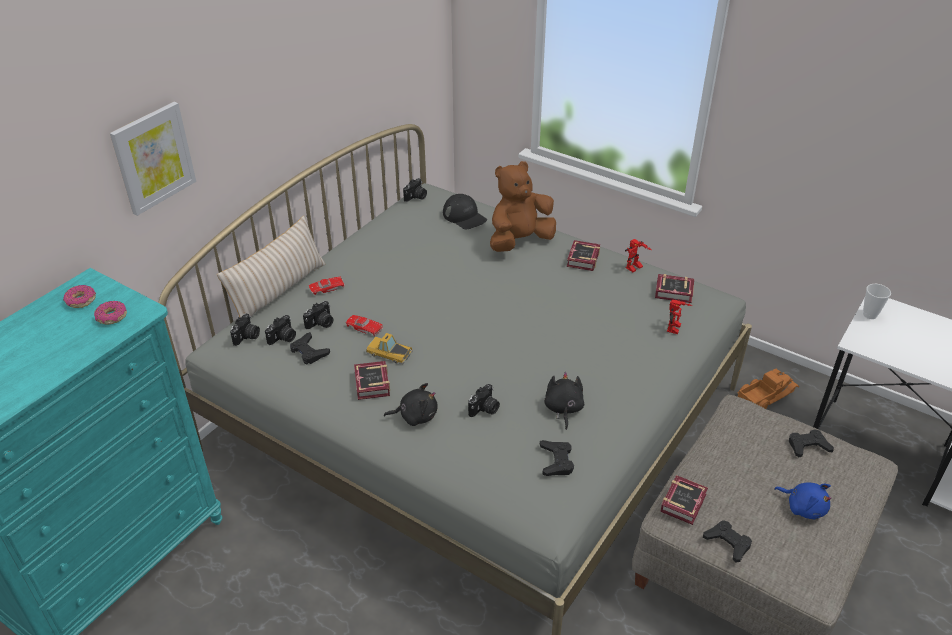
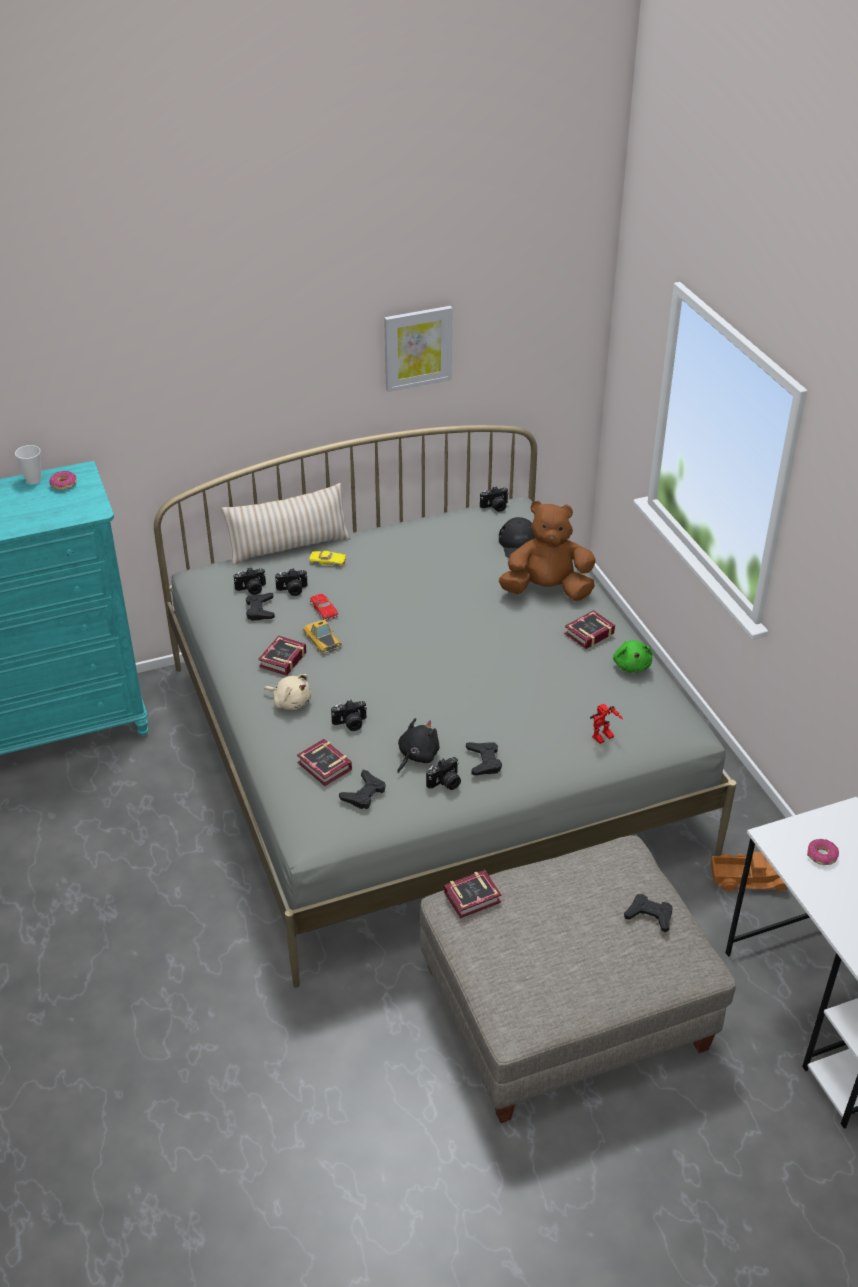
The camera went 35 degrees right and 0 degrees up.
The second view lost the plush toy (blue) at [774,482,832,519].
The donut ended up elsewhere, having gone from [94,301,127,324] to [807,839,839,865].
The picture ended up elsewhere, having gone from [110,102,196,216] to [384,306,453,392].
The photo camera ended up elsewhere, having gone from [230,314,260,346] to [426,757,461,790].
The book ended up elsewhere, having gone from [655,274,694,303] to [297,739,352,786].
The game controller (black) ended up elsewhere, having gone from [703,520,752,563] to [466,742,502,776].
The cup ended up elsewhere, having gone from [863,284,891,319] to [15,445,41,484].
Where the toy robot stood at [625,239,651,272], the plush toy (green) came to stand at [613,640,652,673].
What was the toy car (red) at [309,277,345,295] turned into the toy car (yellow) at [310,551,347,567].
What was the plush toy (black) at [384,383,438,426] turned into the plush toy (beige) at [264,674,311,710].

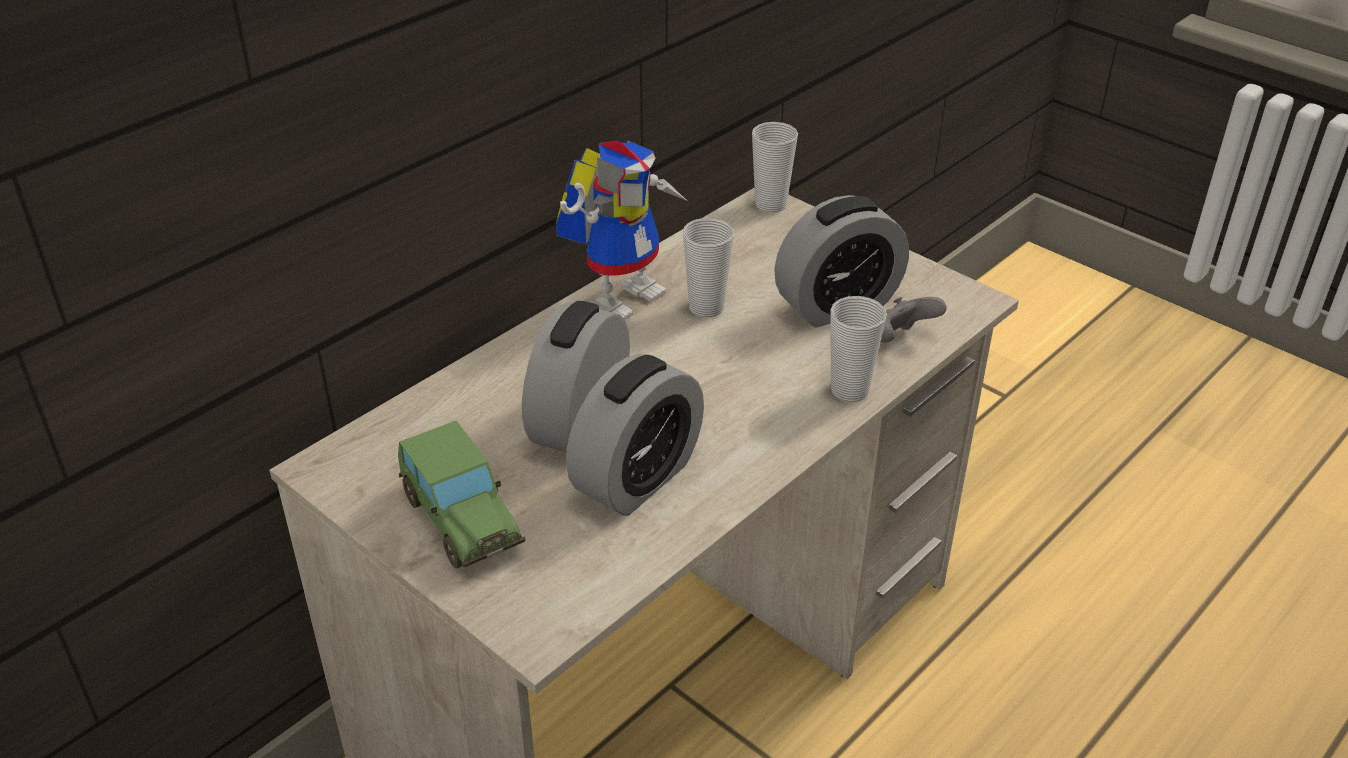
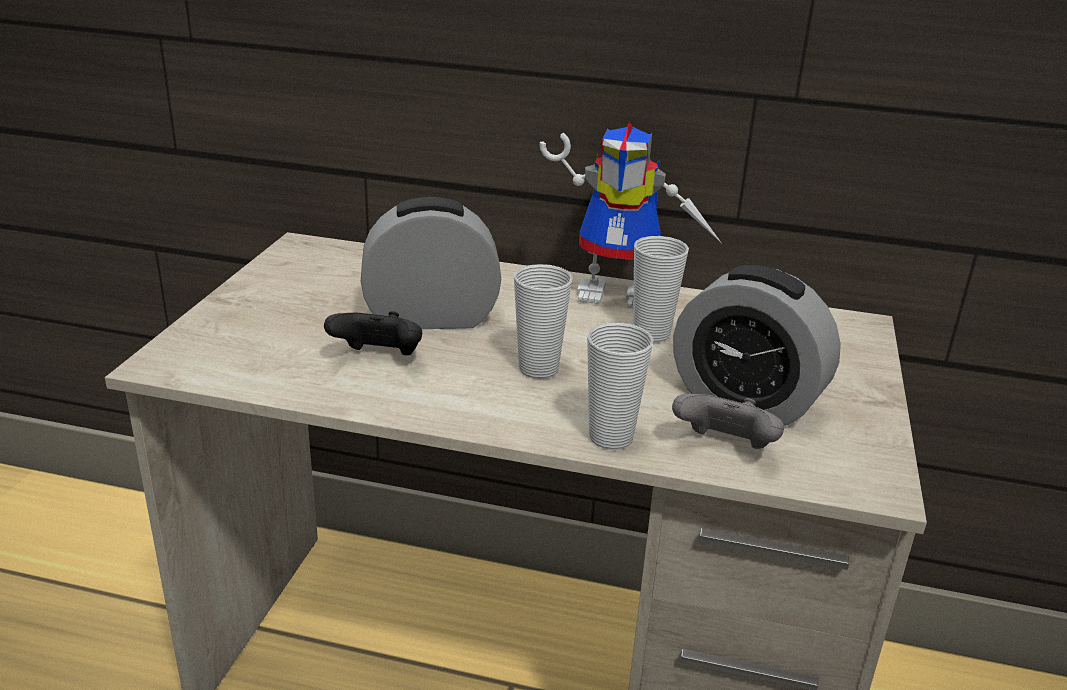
The camera went 60 degrees right and 10 degrees down.
The second view lost the toy car at [398,421,525,569].
The cup ended up elsewhere, having gone from [752,122,798,213] to [514,264,573,379].
Where the alarm clock stood at [566,354,704,516], the game controller (black) came to stand at [324,311,422,355].

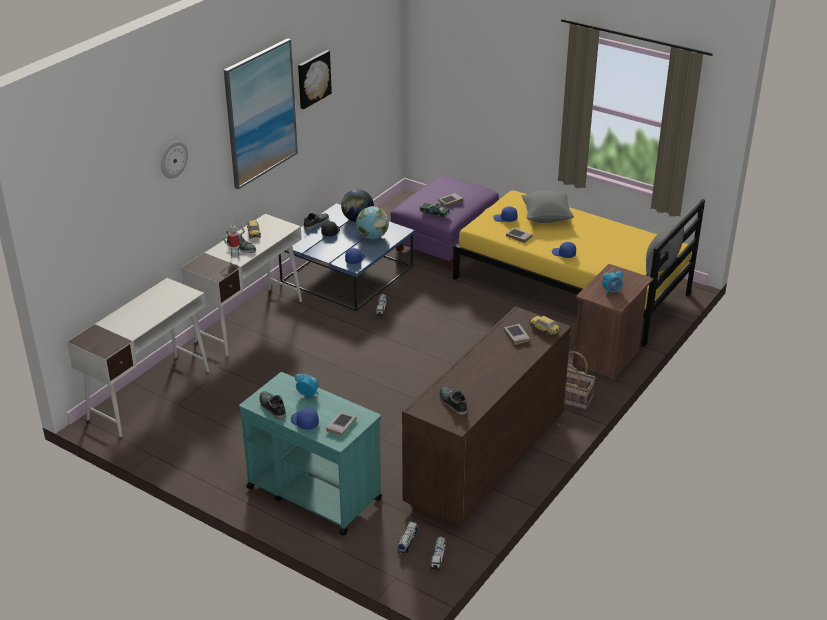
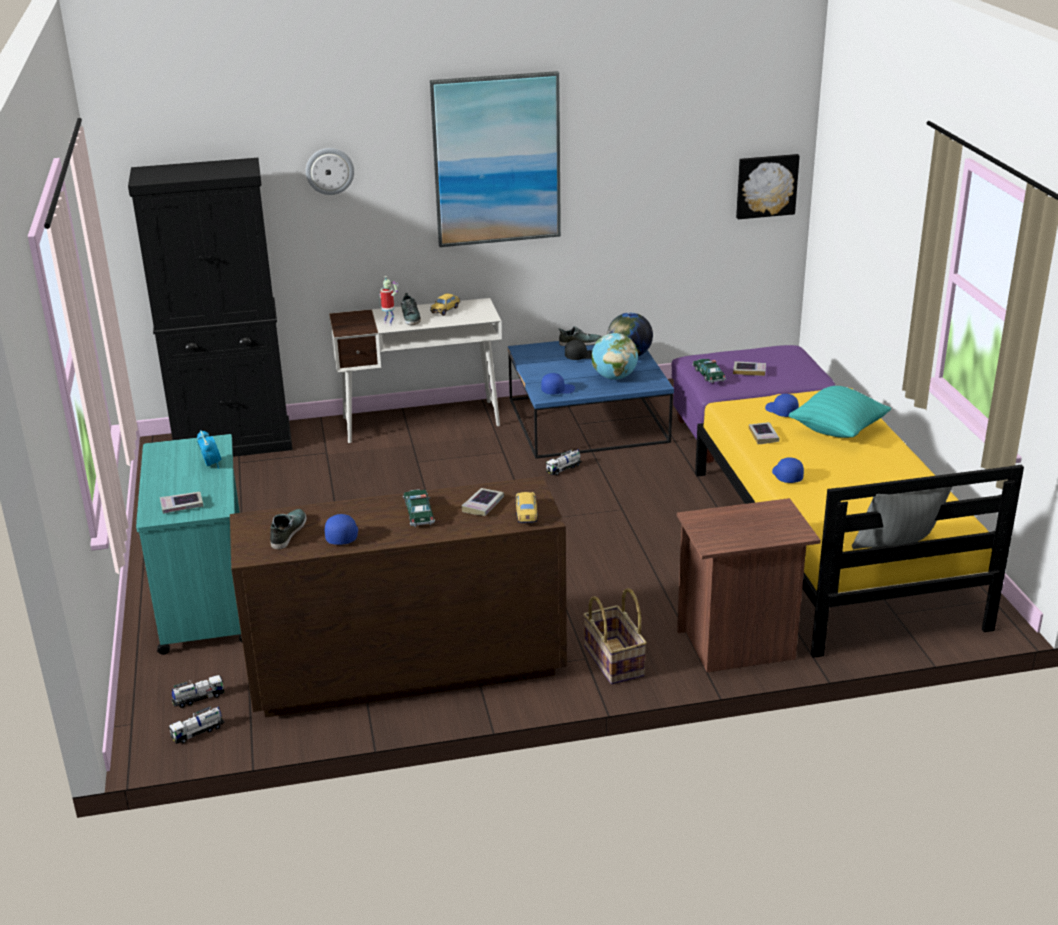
The camera went 45 degrees right and 5 degrees down.
The second view lost the shoe at [259,391,286,419].
The second view lost the alarm clock at [602,269,623,294].
The second view gained the toy car at [403,490,435,527].
The cap (blue) ended up elsewhere, having gone from [291,408,319,430] to [325,514,358,545].
The picture ended up elsewhere, having gone from [298,50,332,109] to [736,154,800,219].
Where the desk (white) stood at [67,278,209,437], the cabinet (black) came to stand at [128,158,293,457].
What was the pillow (grey) at [522,190,574,223] turned into the pillow (turquoise) at [789,386,891,438].

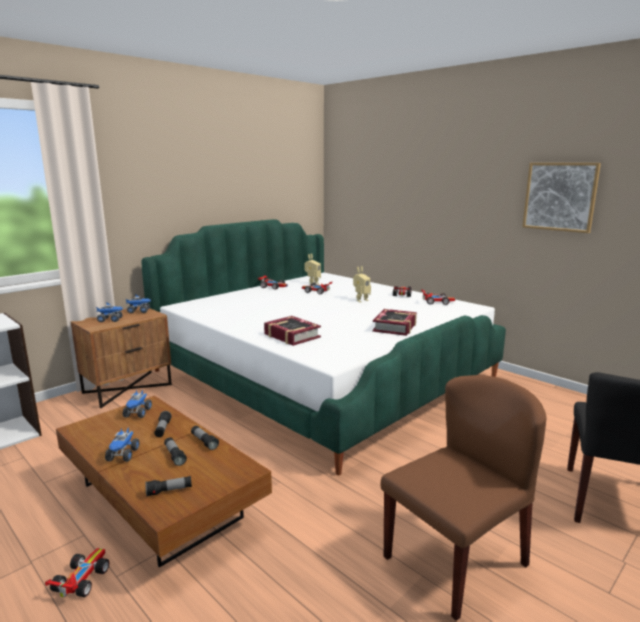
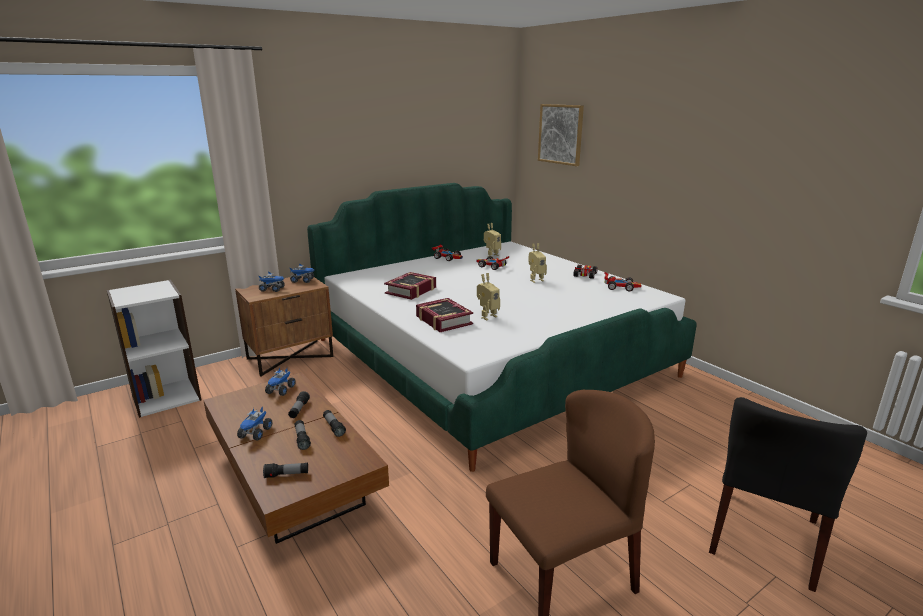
The camera went 10 degrees right and 5 degrees up.
The second view lost the toy car at [45,548,109,597].
The second view gained the toy robot at [477,273,500,320].
The book ended up elsewhere, having gone from [372,309,417,336] to [384,272,436,300].
The picture ended up elsewhere, having gone from [522,163,601,233] to [538,104,584,166].

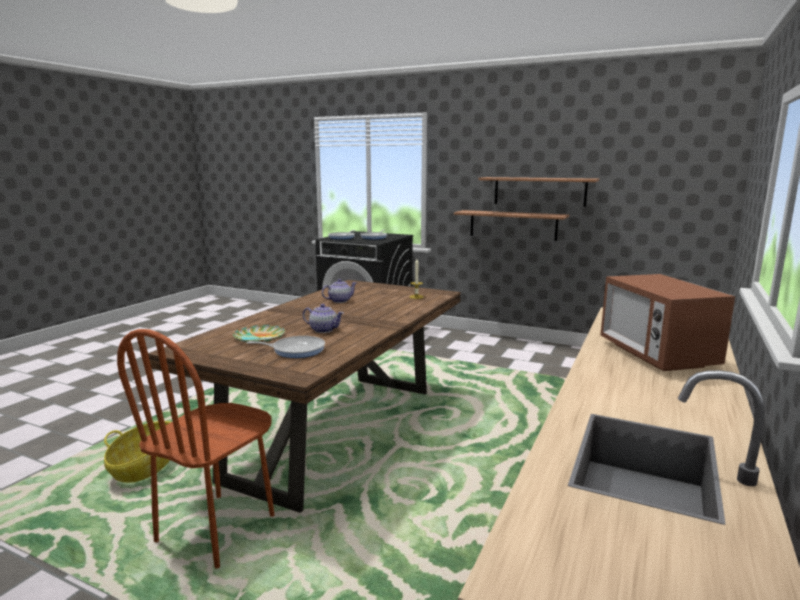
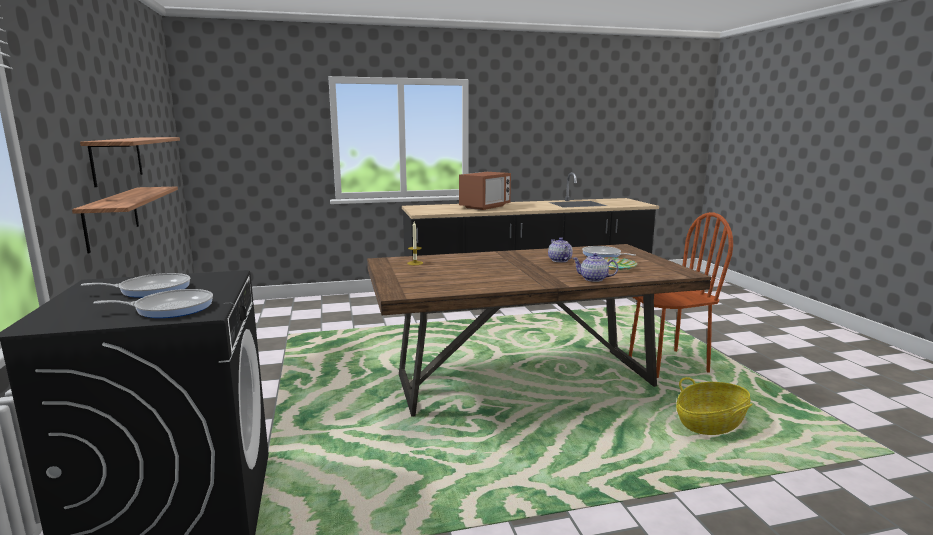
The camera went 130 degrees left and 0 degrees up.
The teapot ended up elsewhere, having gone from [322,279,357,303] to [572,253,618,282].

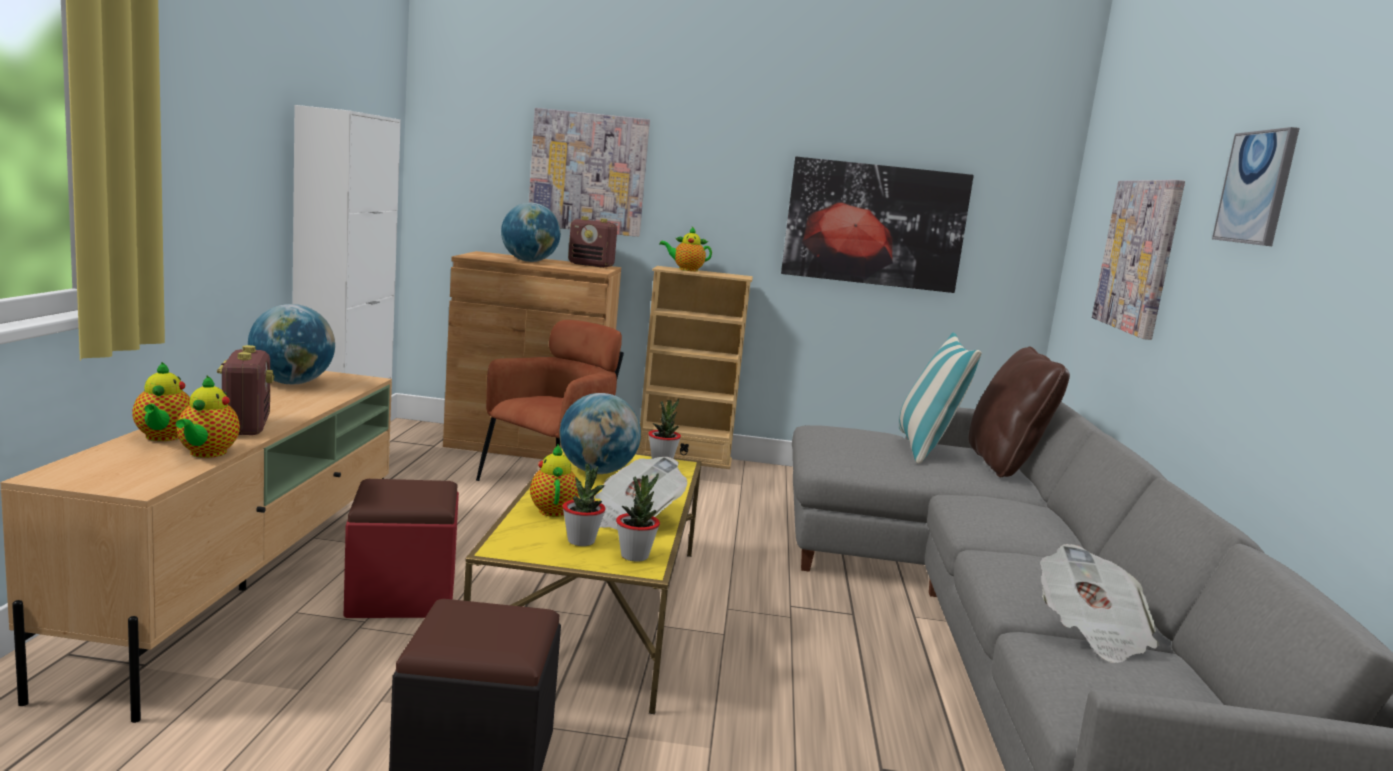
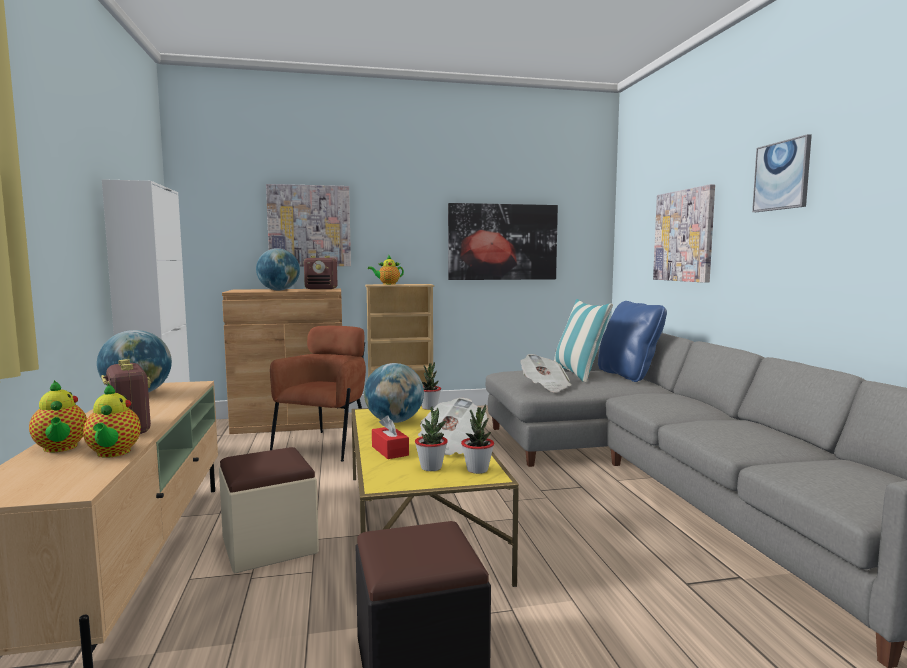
The camera went 15 degrees left and 5 degrees down.
The newspaper ended up elsewhere, having gone from [1040,544,1160,663] to [520,354,571,393].
Where the teapot stood at [530,443,579,517], the tissue box (red) came to stand at [372,415,409,459].
What was the ottoman (red) at [344,479,459,618] turned into the ottoman (beige) at [219,447,319,573].
What was the pillow (brown) at [968,347,1070,477] turned into the pillow (blue) at [598,301,667,382].

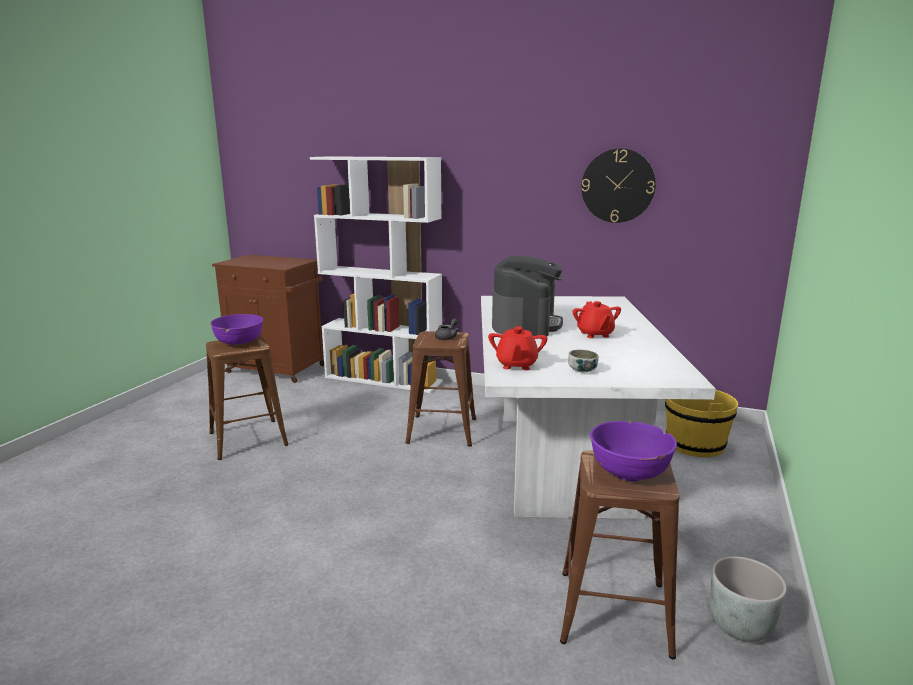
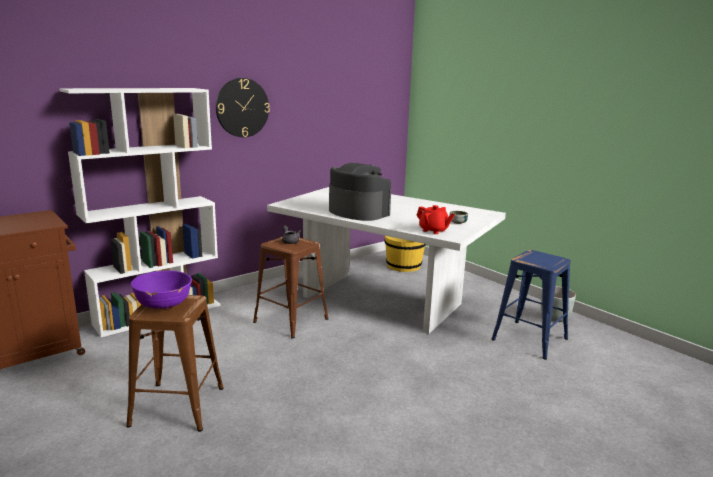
The camera went 60 degrees left and 0 degrees up.
The second view lost the teapot (red) at [573,301,621,338].
The second view lost the bowl (purple) at [590,421,677,482].
The wall clock ended up elsewhere, having gone from [581,148,656,223] to [216,78,270,137].
What was the stool (brown) at [560,450,680,659] turned into the stool (blue) at [491,250,571,360].

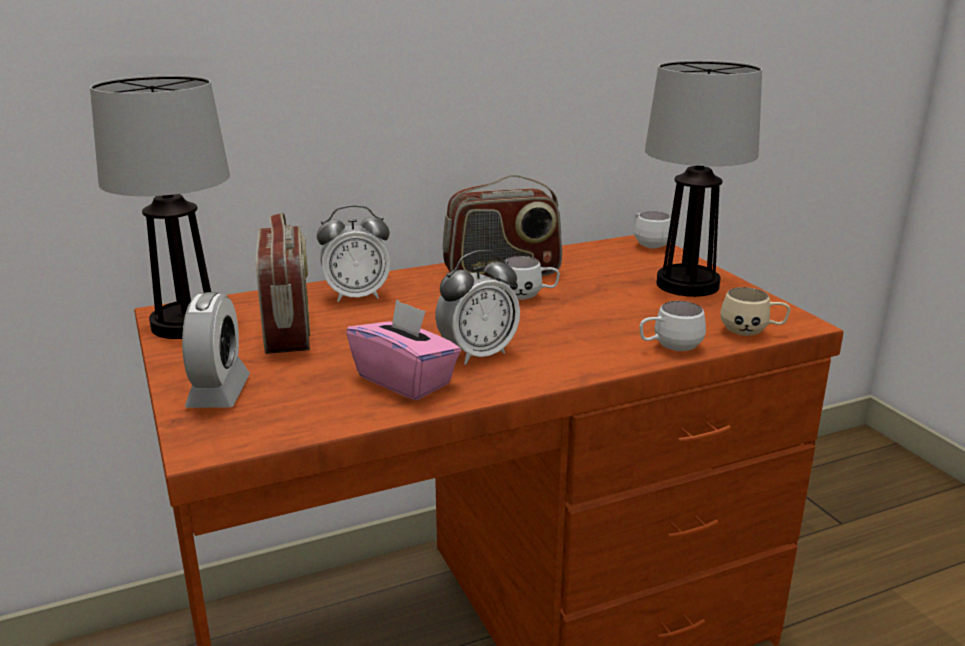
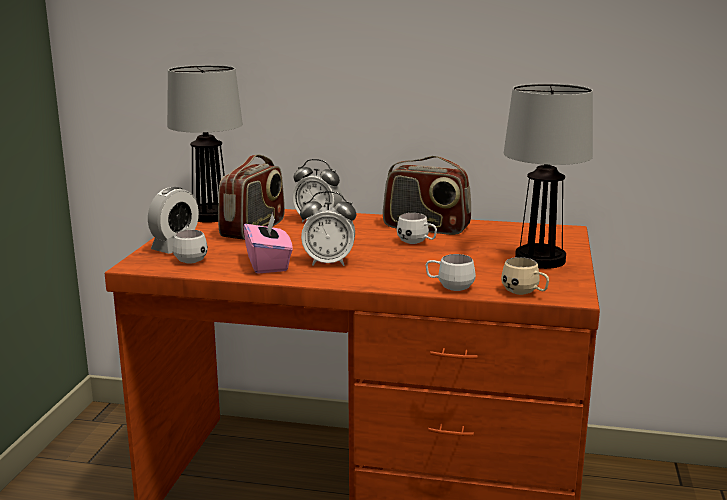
The camera went 35 degrees right and 5 degrees down.
The mug (white) ended up elsewhere, having gone from [634,211,673,249] to [173,230,208,264].

